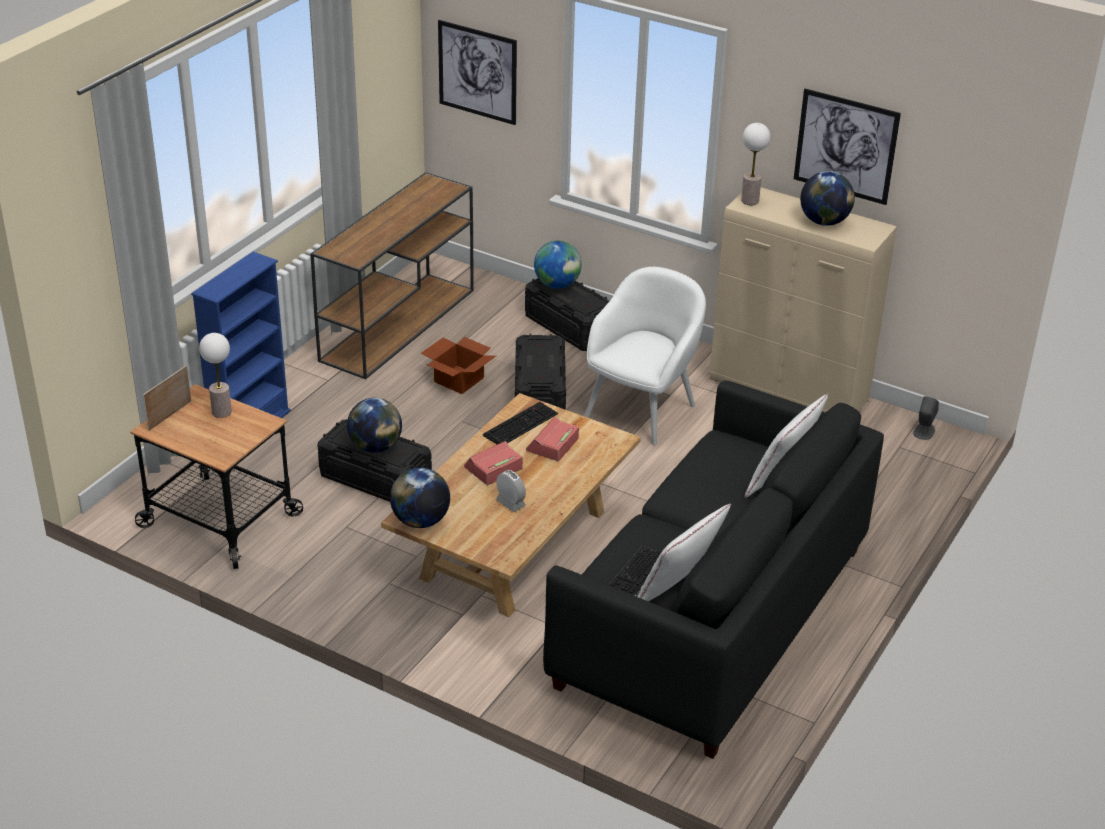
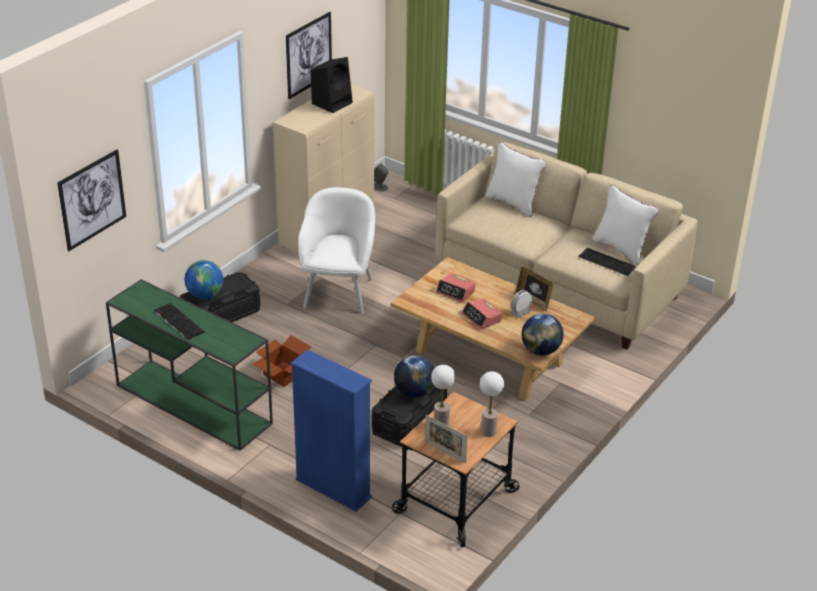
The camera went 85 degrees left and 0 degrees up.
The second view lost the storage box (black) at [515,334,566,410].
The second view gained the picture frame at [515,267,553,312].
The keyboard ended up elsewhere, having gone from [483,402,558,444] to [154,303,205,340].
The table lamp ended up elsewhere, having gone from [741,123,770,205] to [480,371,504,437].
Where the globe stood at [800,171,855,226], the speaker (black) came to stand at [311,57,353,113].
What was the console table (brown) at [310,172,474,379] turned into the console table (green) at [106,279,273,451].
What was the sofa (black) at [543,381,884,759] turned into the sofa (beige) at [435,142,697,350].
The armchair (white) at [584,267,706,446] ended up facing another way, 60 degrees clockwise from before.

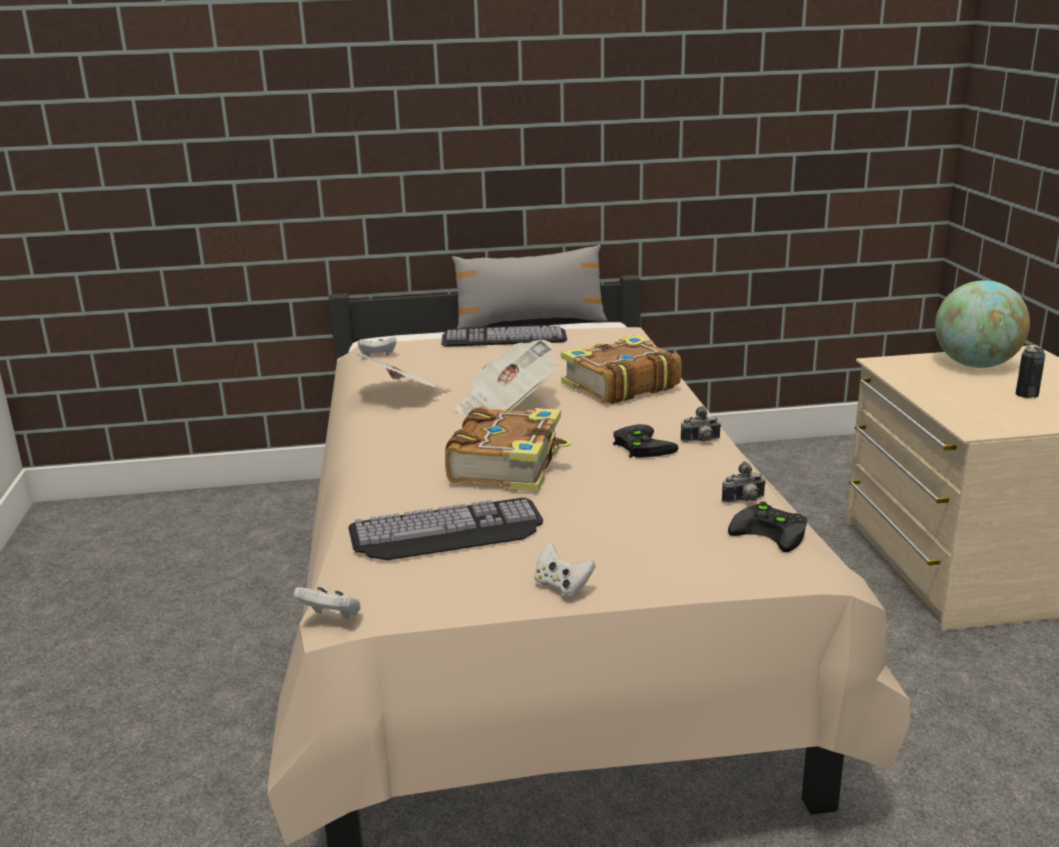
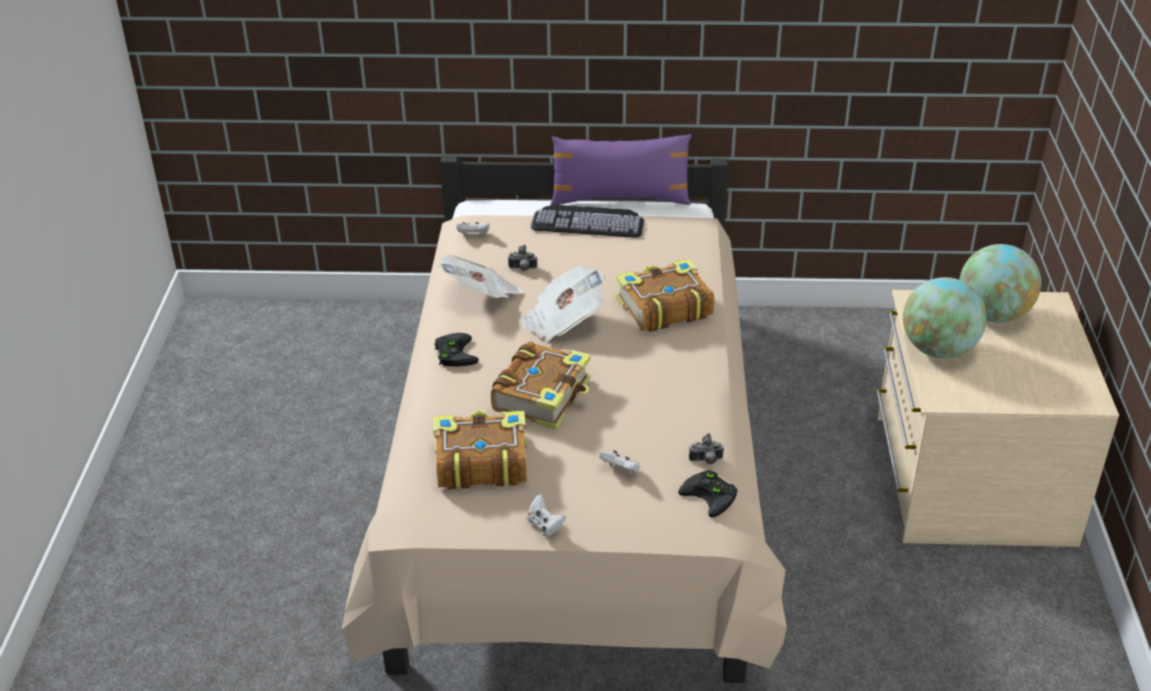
The camera went 10 degrees right and 15 degrees up.
The second view lost the can at [1016,346,1045,398].
The second view gained the globe at [903,277,987,358].
The game controller (white) ended up elsewhere, having gone from [293,587,361,618] to [599,450,640,474].
The game controller (black) ended up elsewhere, having gone from [613,424,679,458] to [435,333,479,366].
The photo camera ended up elsewhere, having gone from [681,406,721,442] to [508,245,537,271].
Where the keyboard stood at [348,498,543,560], the book came to stand at [433,410,527,490].
What was the pillow (grey) at [452,245,607,329] turned into the pillow (purple) at [551,134,691,205].

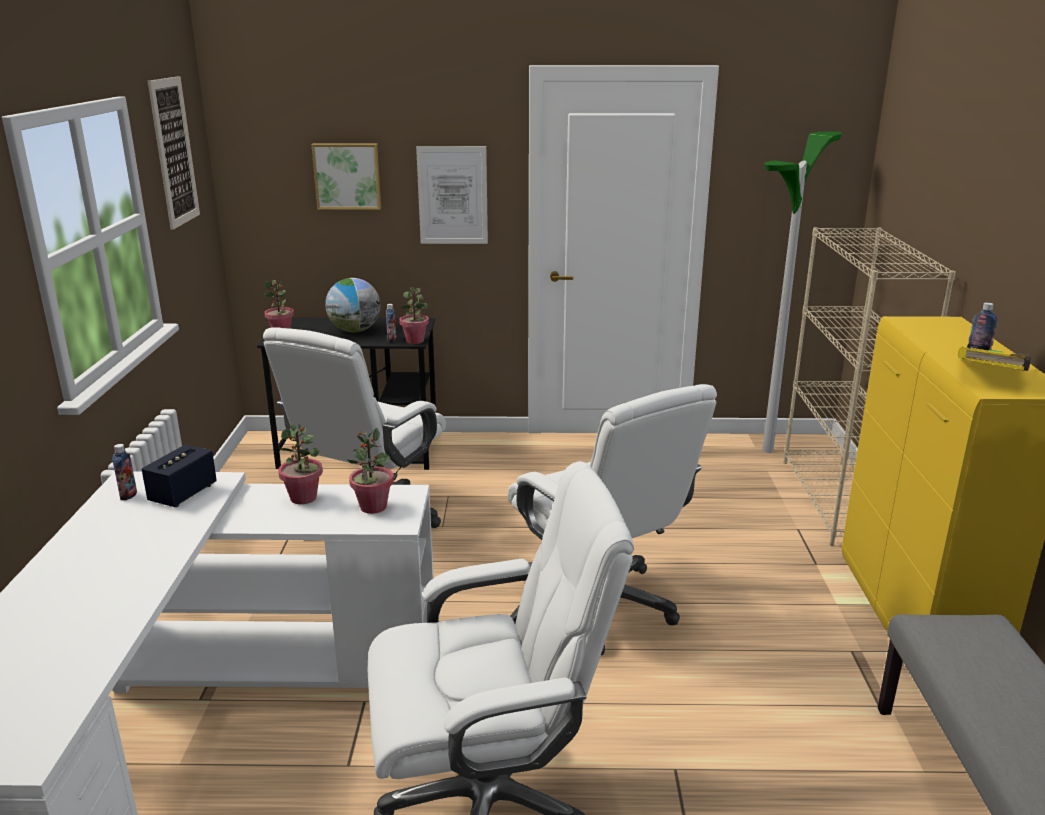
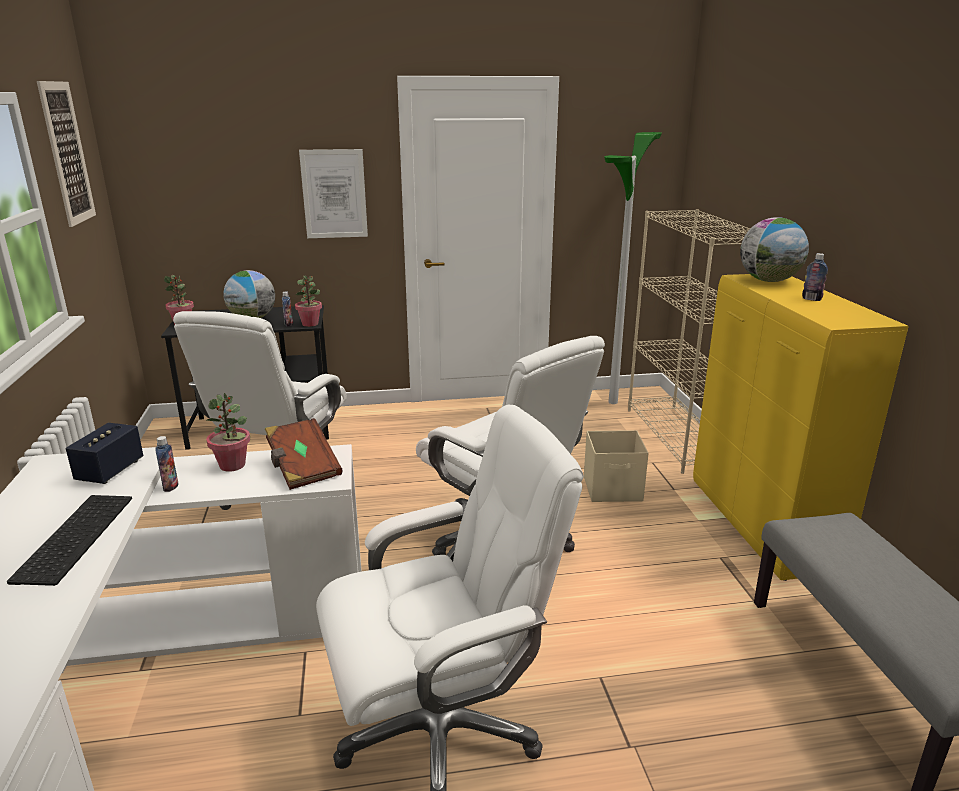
The camera went 10 degrees left and 0 degrees up.
The second view lost the picture at [312,143,381,210].
The second view lost the book (yellow) at [958,347,1031,371].
The second view gained the keyboard at [7,495,132,586].
The second view gained the storage box (beige) at [584,430,649,502].
The second view gained the globe at [740,217,809,282].
The bottle ended up elsewhere, having gone from [112,444,137,500] to [155,436,178,492].
Where the potted plant stood at [348,427,394,514], the book (brown) came to stand at [265,418,343,490].

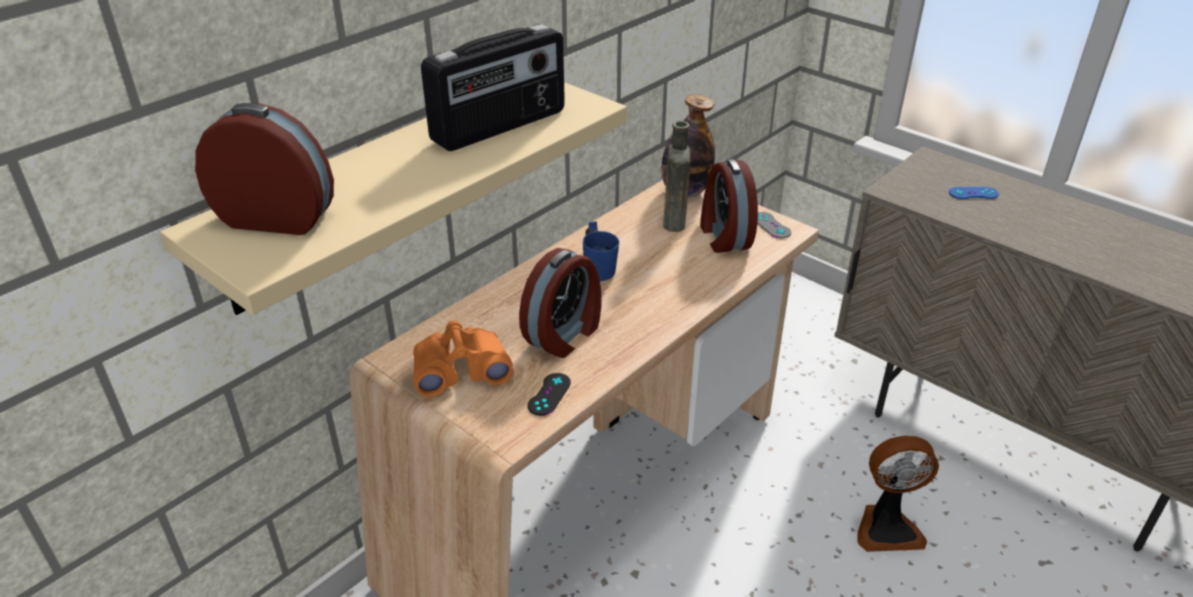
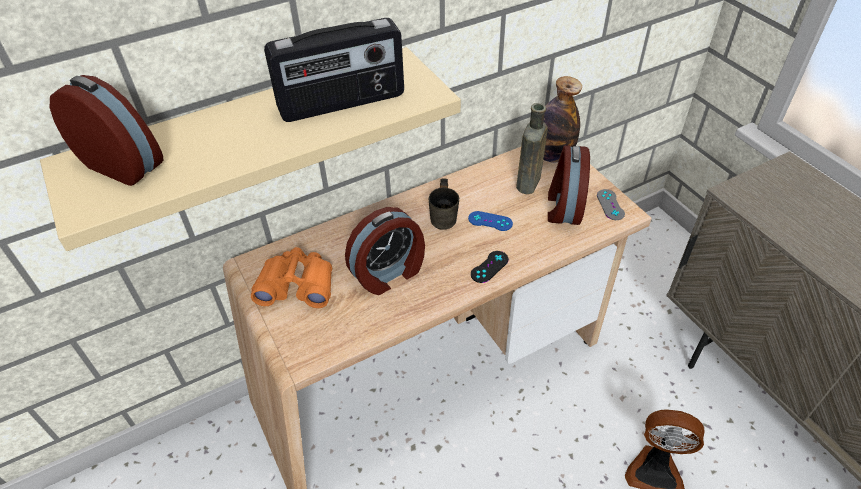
The camera went 20 degrees right and 10 degrees up.
The game controller (black) ended up elsewhere, having gone from [528,373,571,416] to [471,251,509,283].
The game controller (blue) ended up elsewhere, having gone from [949,187,999,199] to [468,211,513,231].
What was the mug (blue) at [583,221,619,281] turned into the mug (grey) at [429,178,459,230].

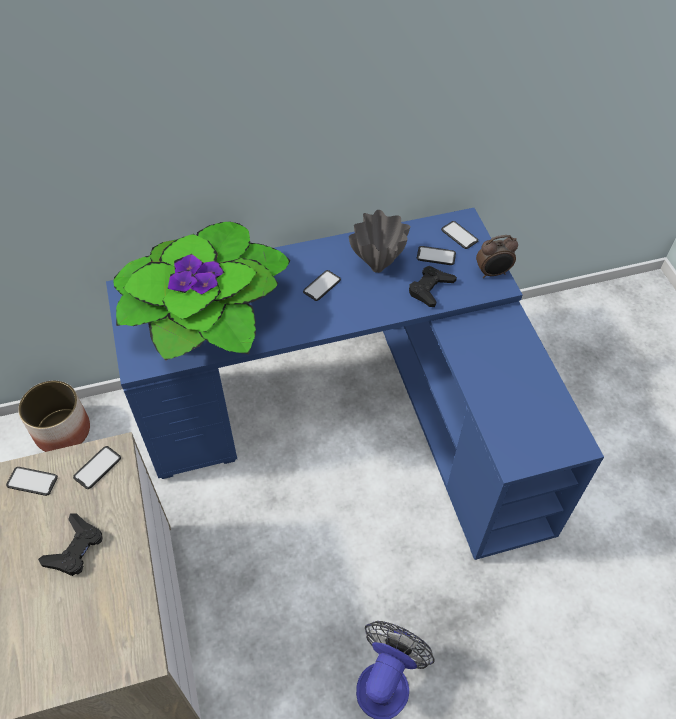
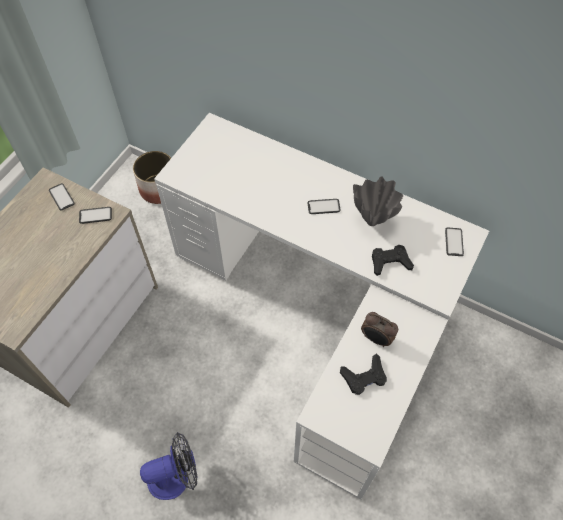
The camera went 45 degrees right and 5 degrees up.
The second view lost the potted plant at [113,222,290,360].
The second view lost the phone at [417,246,456,265].
The game controller (black) ended up elsewhere, having gone from [38,514,103,576] to [340,353,387,395].
The alarm clock ended up elsewhere, having gone from [476,235,518,278] to [361,312,398,347].
What was the desk (blue) at [106,208,604,560] turned into the desk (white) at [154,113,489,500].

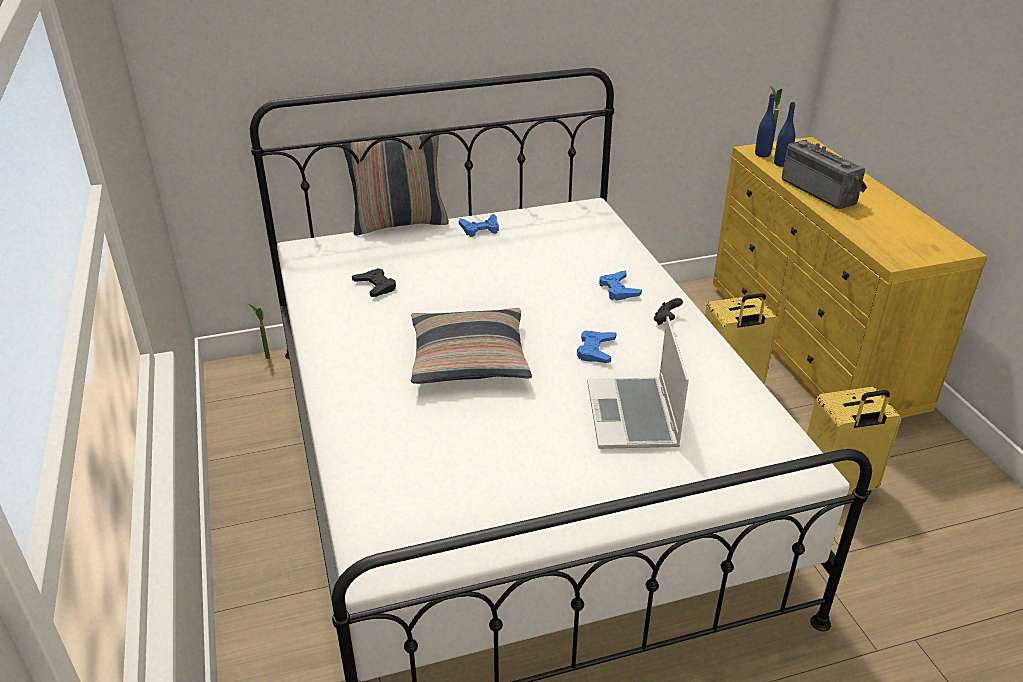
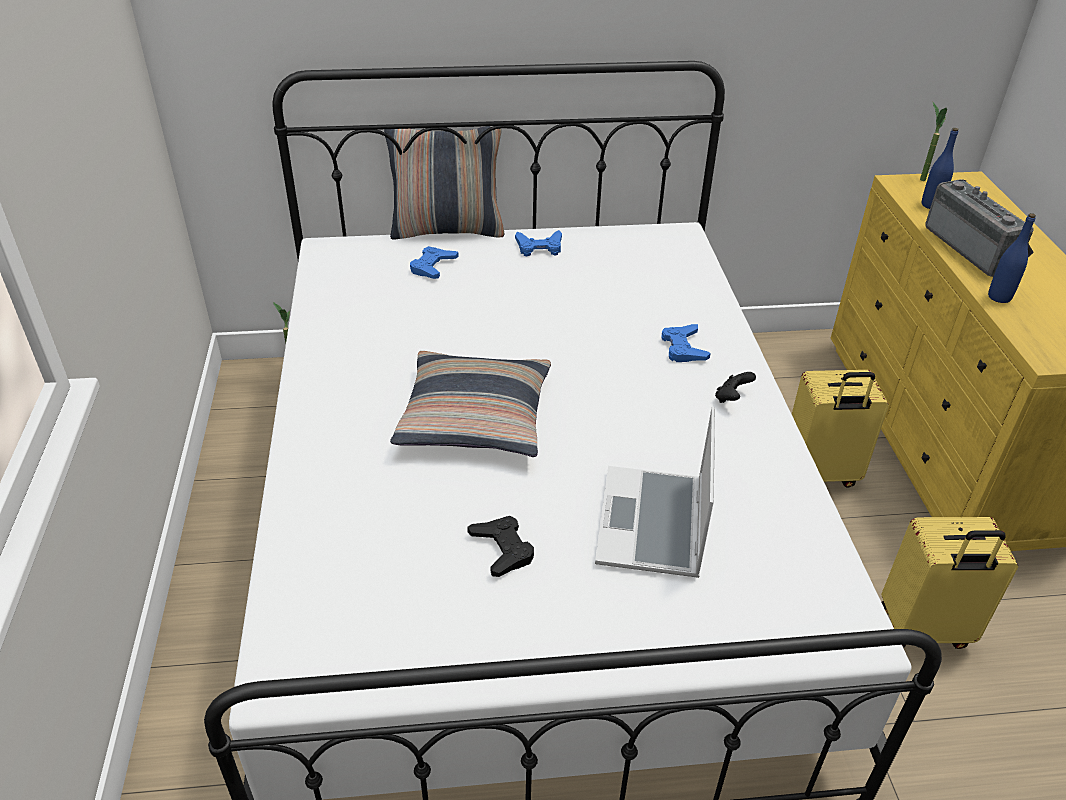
The camera went 10 degrees right and 5 degrees up.
The game controller (black) ended up elsewhere, having gone from [352,268,396,297] to [467,516,534,577].
The game controller (blue) ended up elsewhere, having gone from [577,330,617,363] to [410,246,459,279].
The bottle (blue) ended up elsewhere, having gone from [755,93,776,157] to [988,213,1036,303].

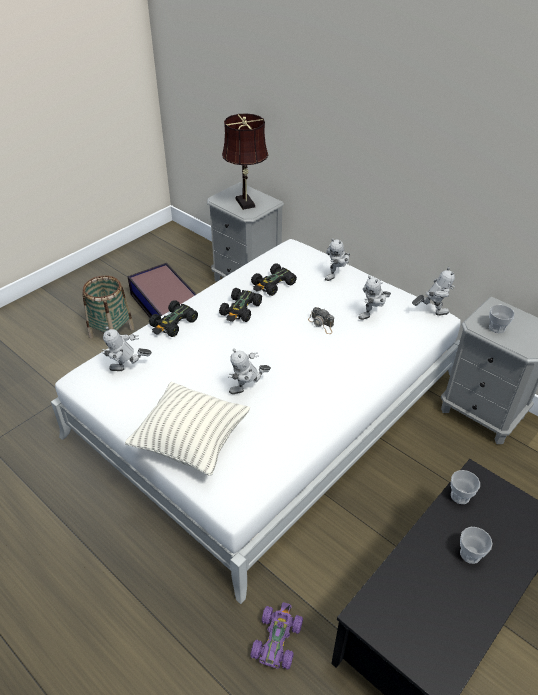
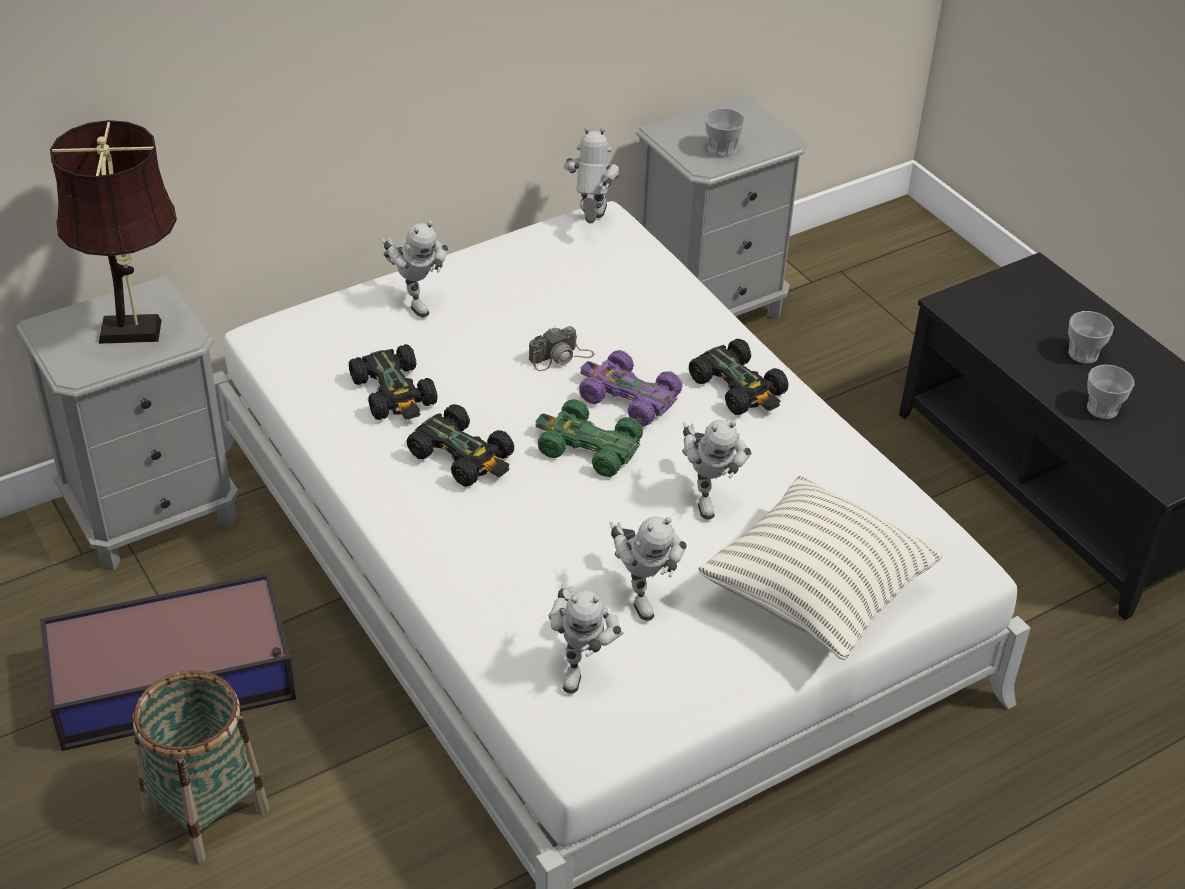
The camera went 75 degrees left and 0 degrees up.
The second view gained the toy car (green) at [535,399,643,477].
The toy car (black) ended up elsewhere, having gone from [149,300,198,337] to [689,339,789,415].
The toy car (purple) ended up elsewhere, having gone from [250,602,303,669] to [579,350,683,426].
The toy robot ended up elsewhere, having gone from [358,276,391,320] to [610,517,687,621].
The cup ended up elsewhere, having gone from [451,470,480,504] to [1087,364,1135,419].

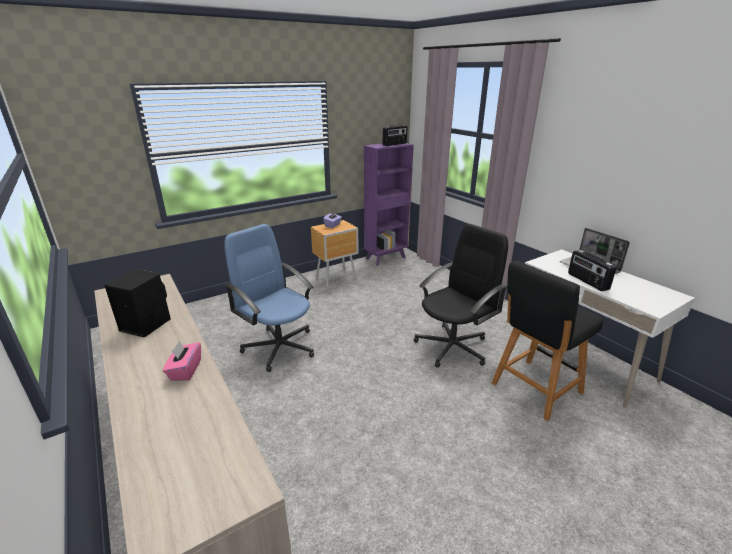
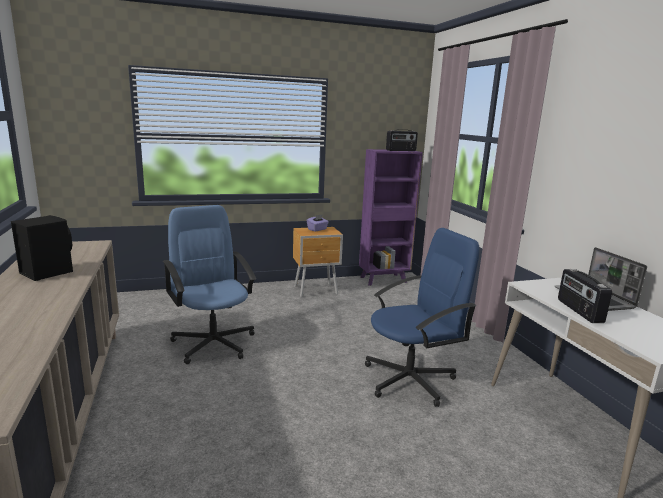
The camera went 15 degrees right and 10 degrees down.
The second view lost the tissue box (pink) at [163,341,201,381].
The second view lost the stool (black) at [492,261,603,421].
What was the office chair (black) at [414,224,508,368] turned into the office chair (blue) at [365,228,480,407].

